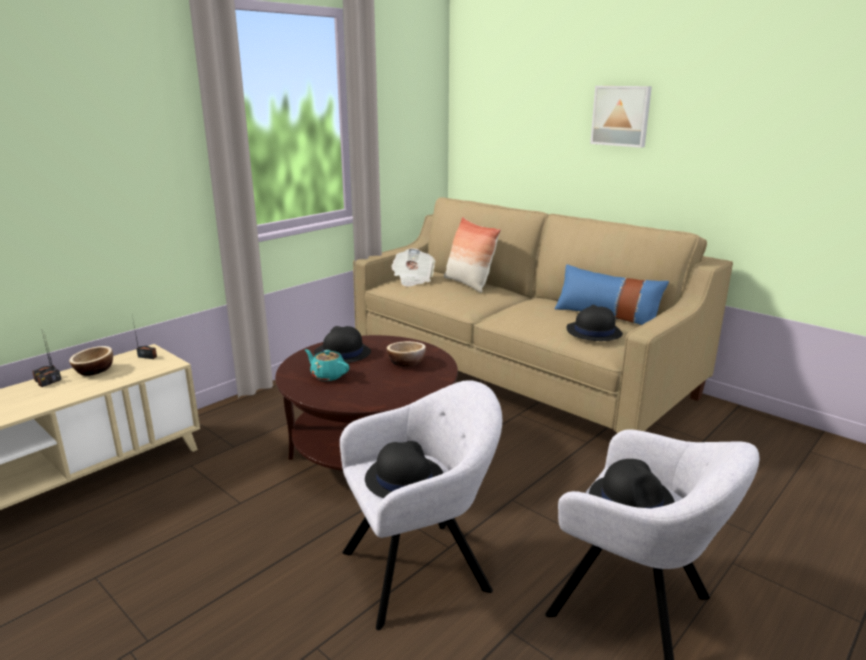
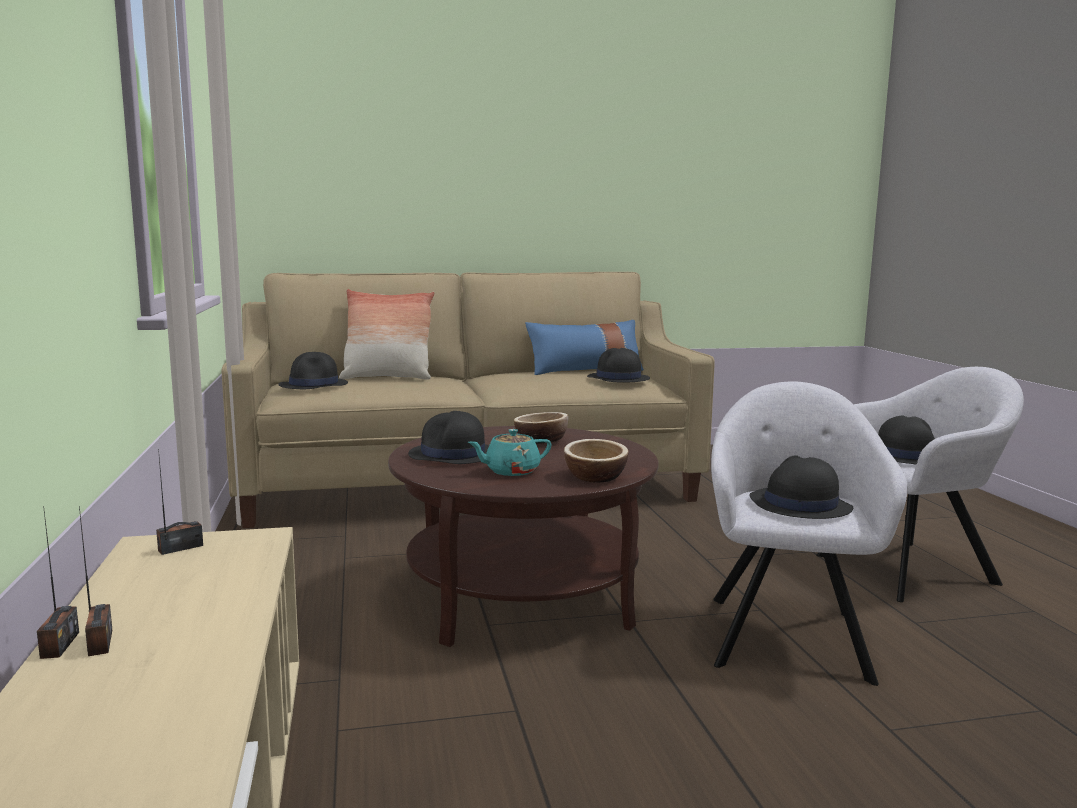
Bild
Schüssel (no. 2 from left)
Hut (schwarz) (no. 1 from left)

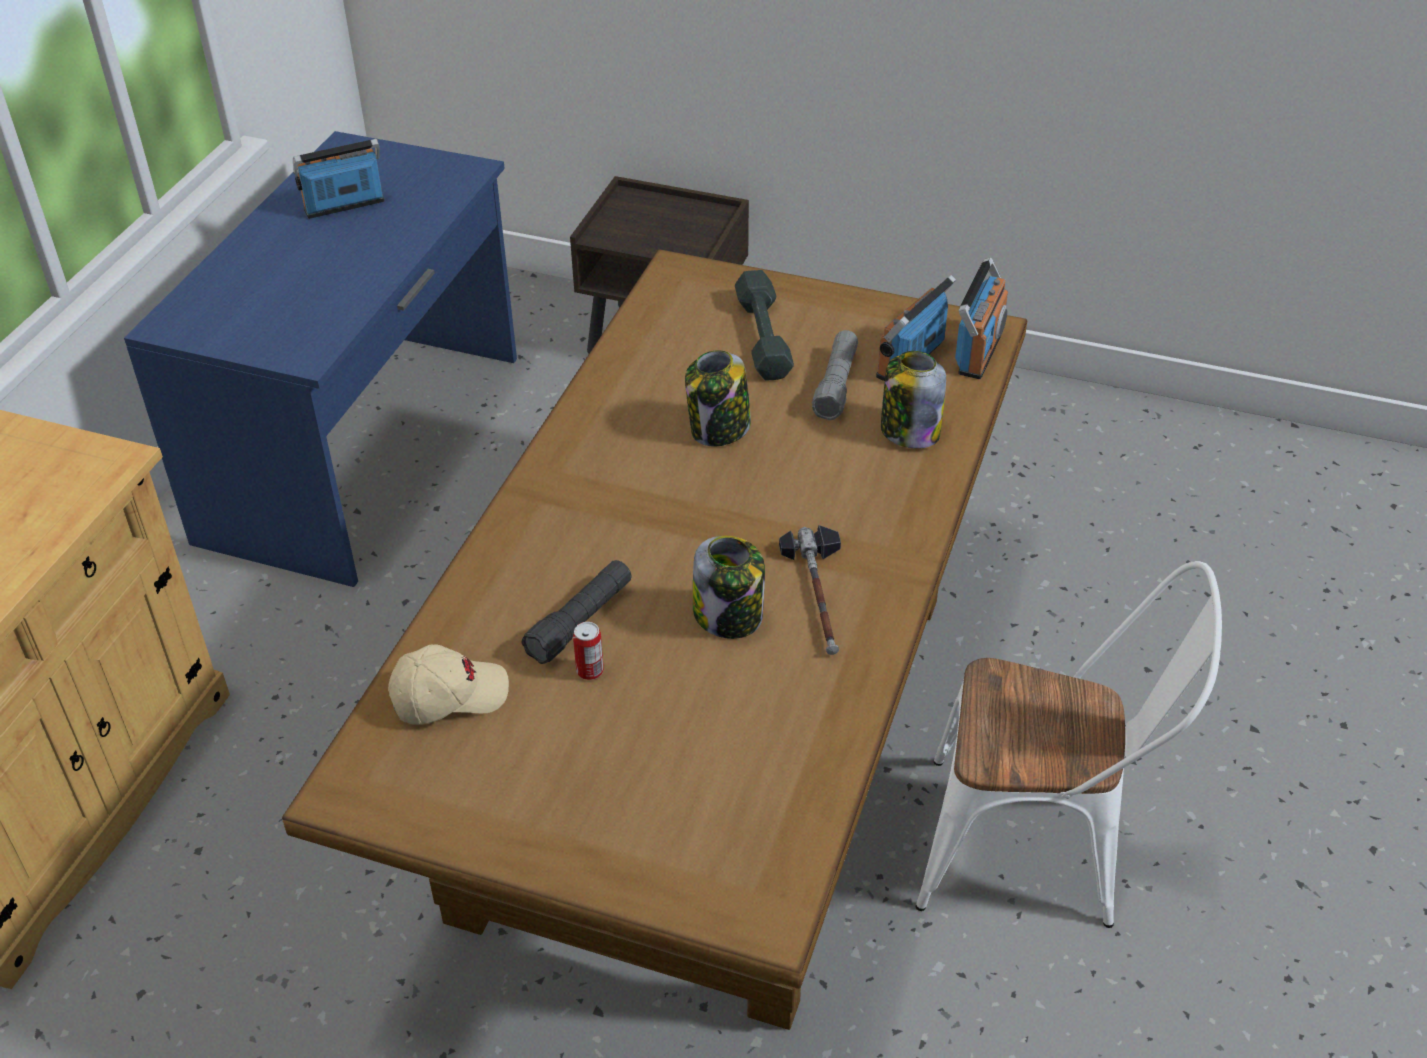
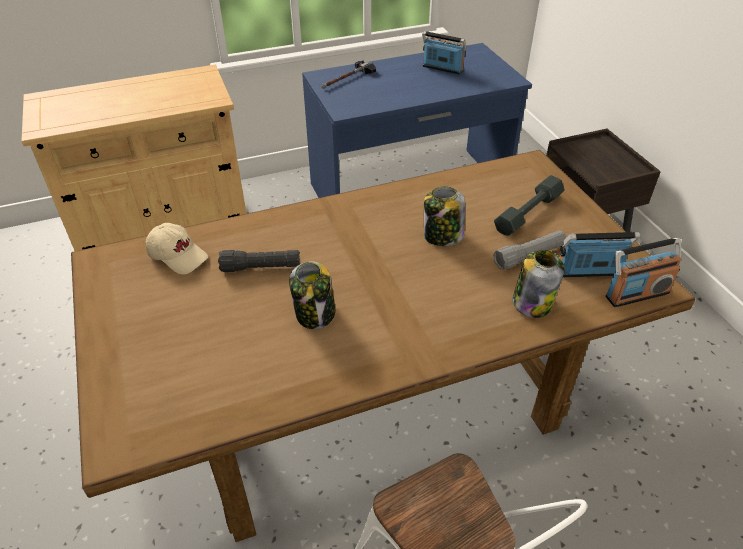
Dose
Hammer

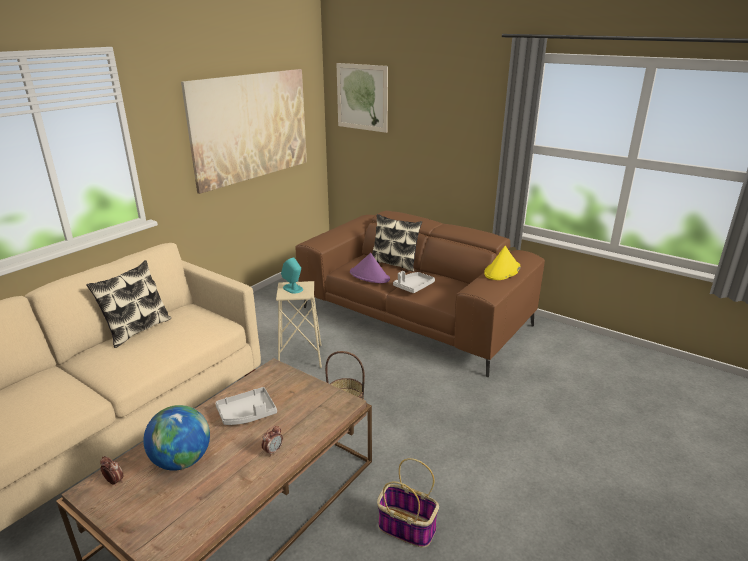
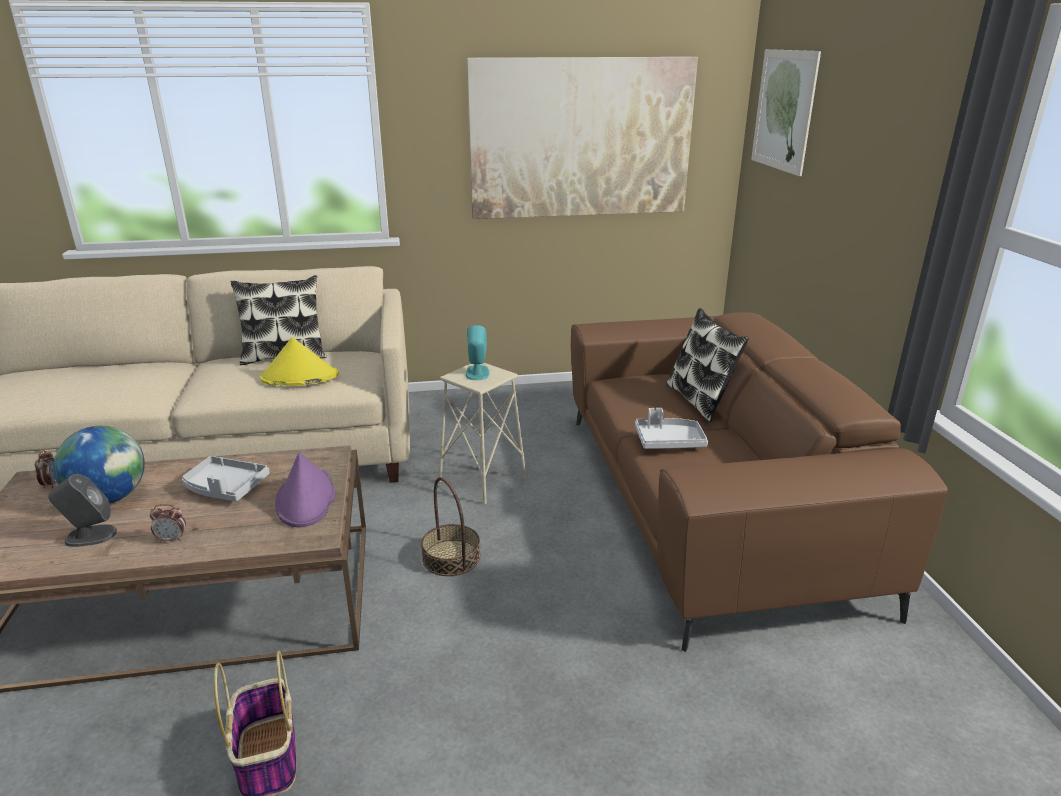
Lautsprecher (grau)
Hut (lila)
Hut (gelb)

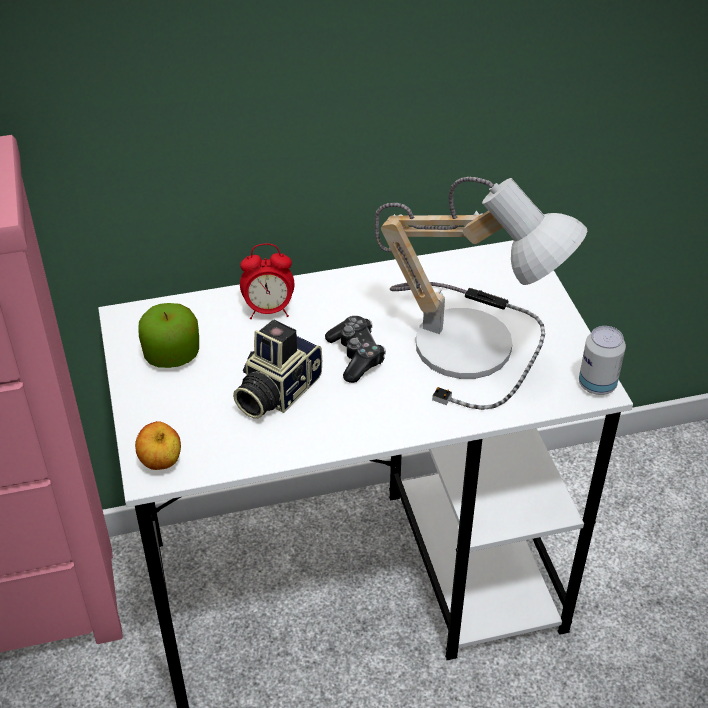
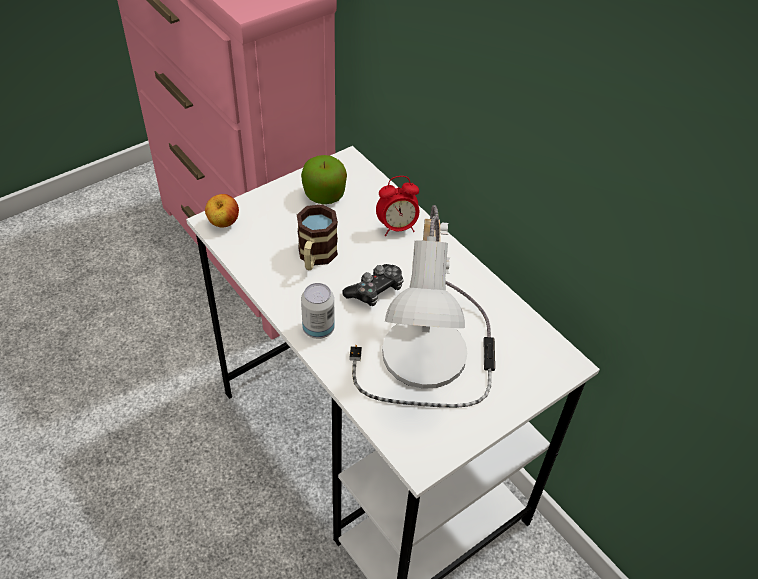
Dose
Henkelbecher
Wecker

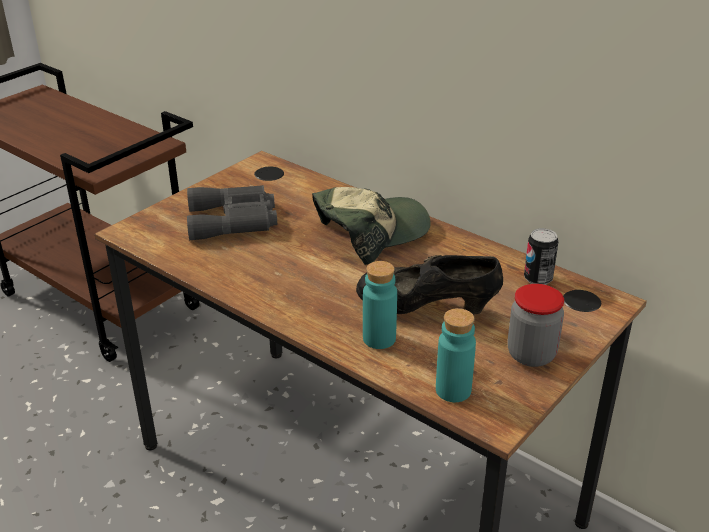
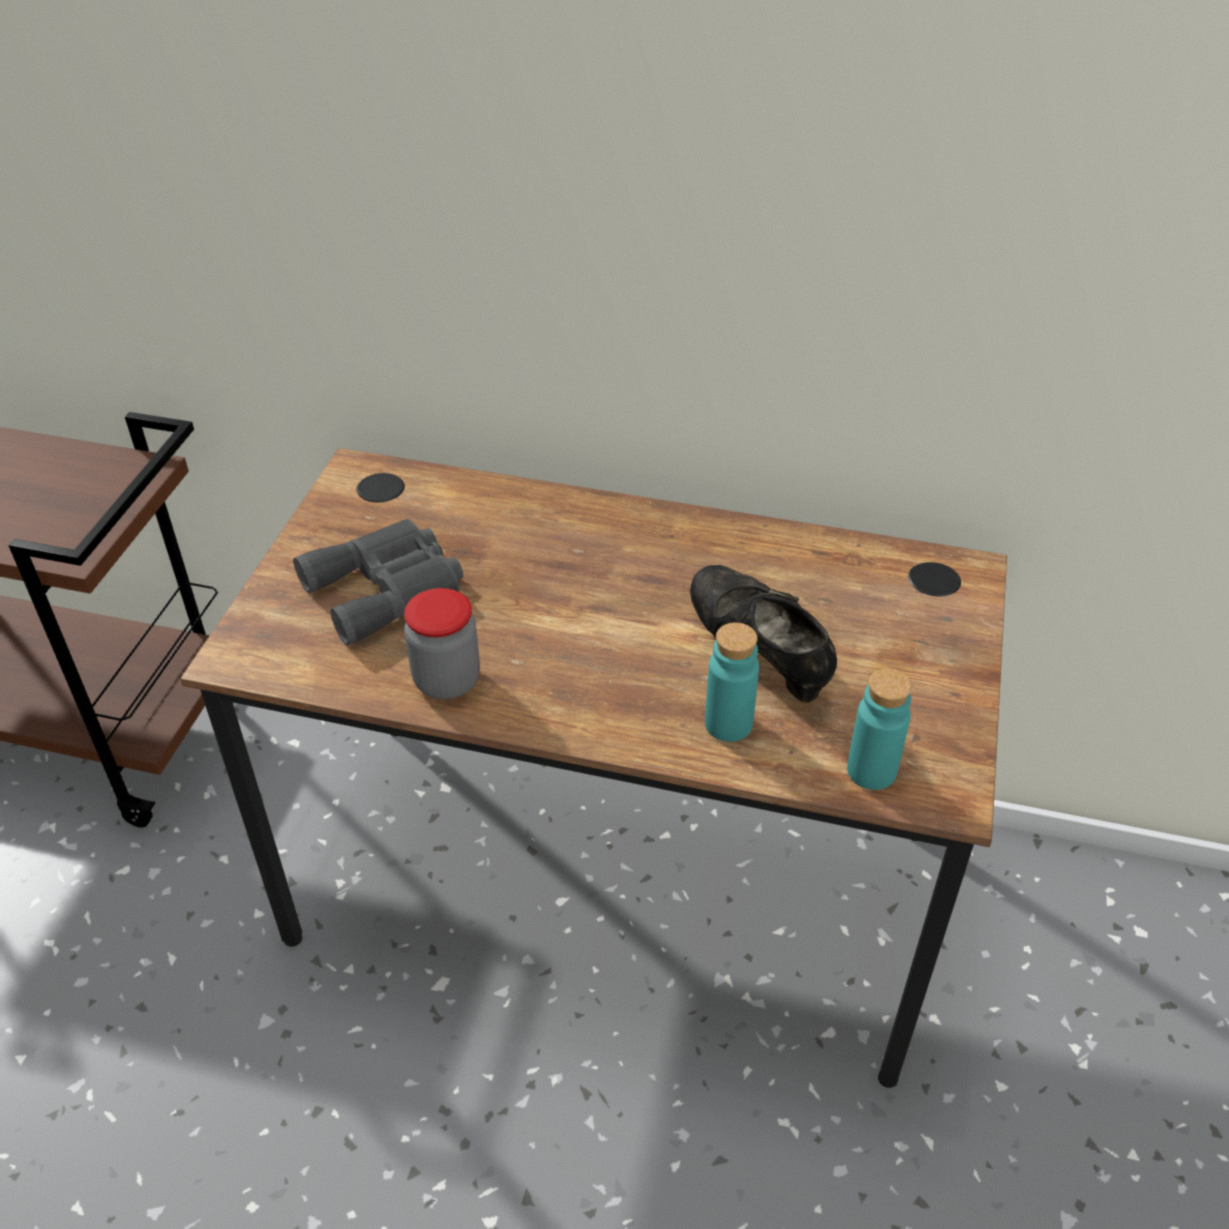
Kappe
Dose
Vorratsglas
Schuh (schwarz)

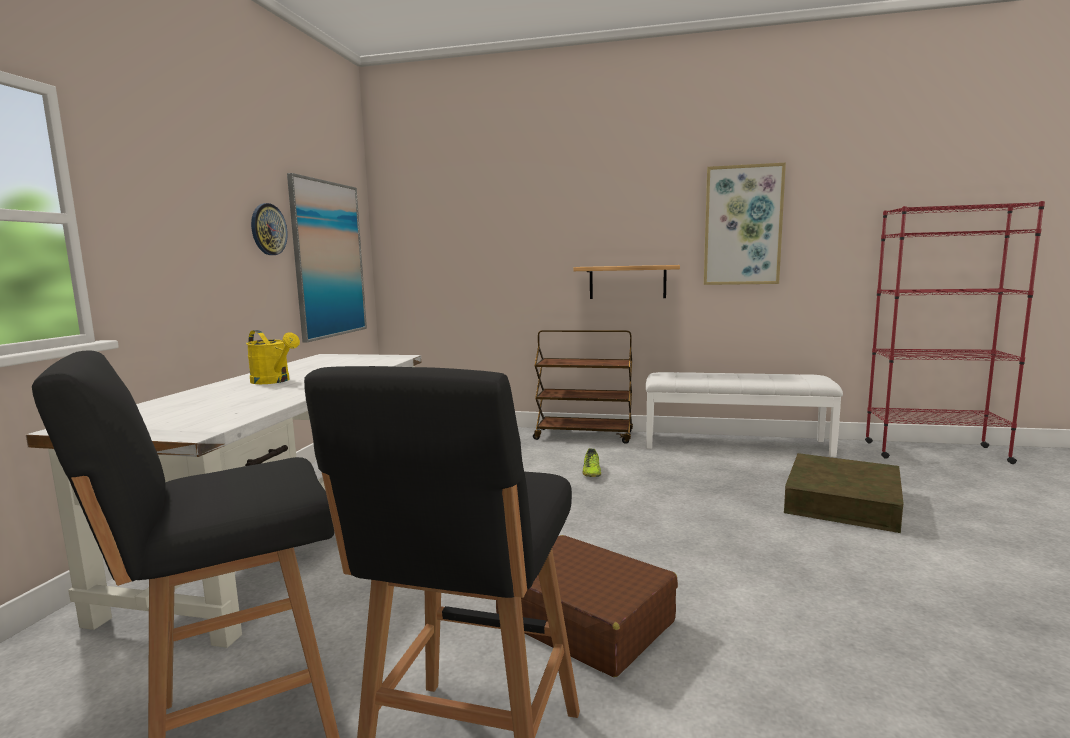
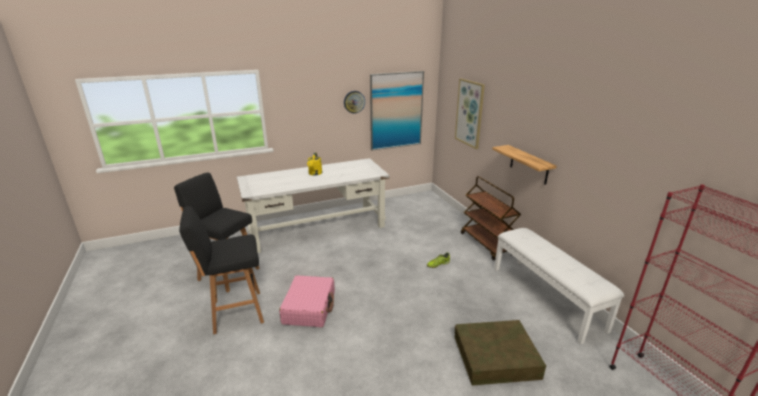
Bild (no. 2 from left)
Koffer (rosa)

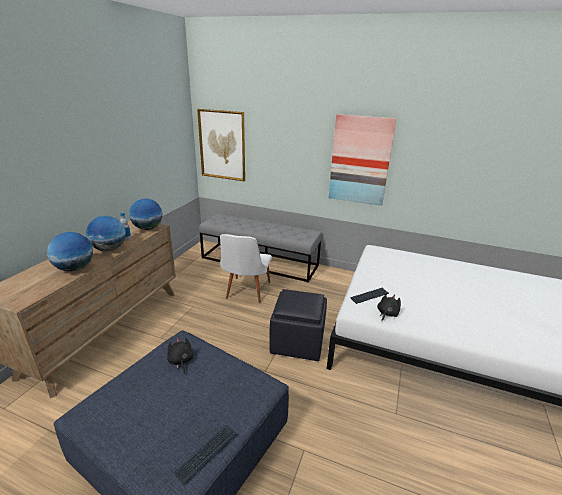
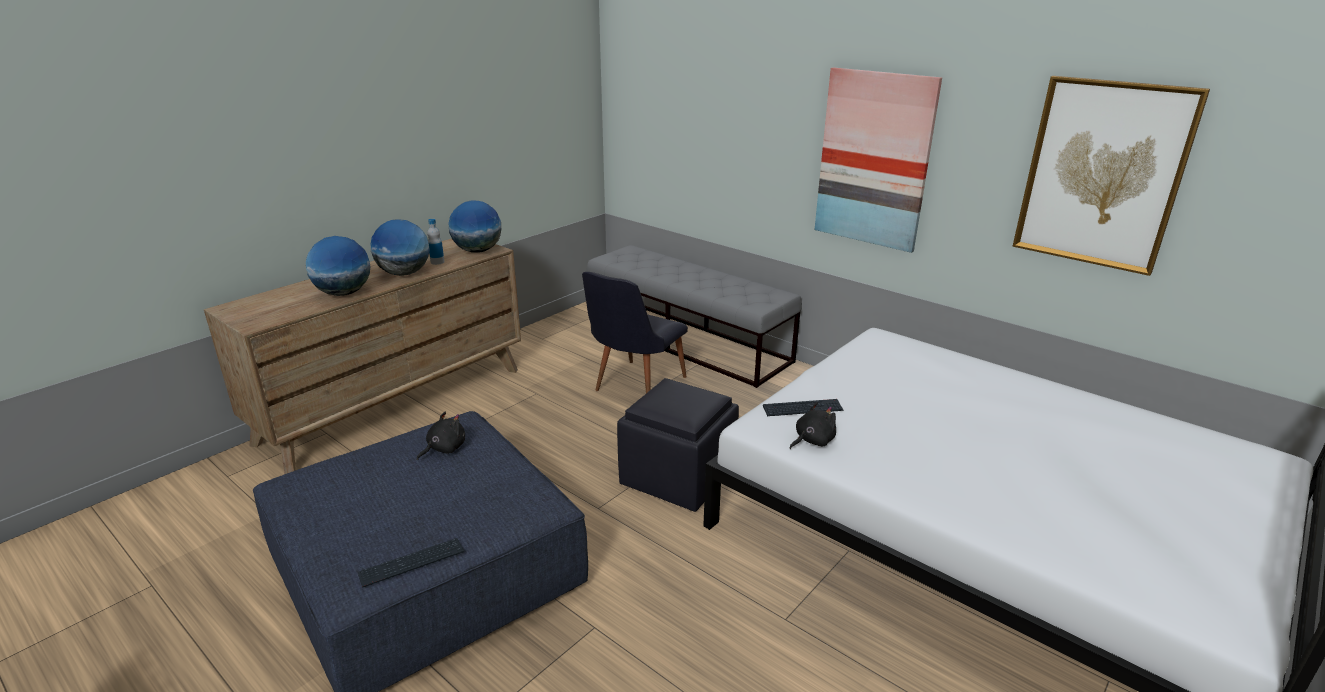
Bild (no. 2 from left)
Stuhl (schwarz)
Plüschtier (schwarz) (no. 1 from left)

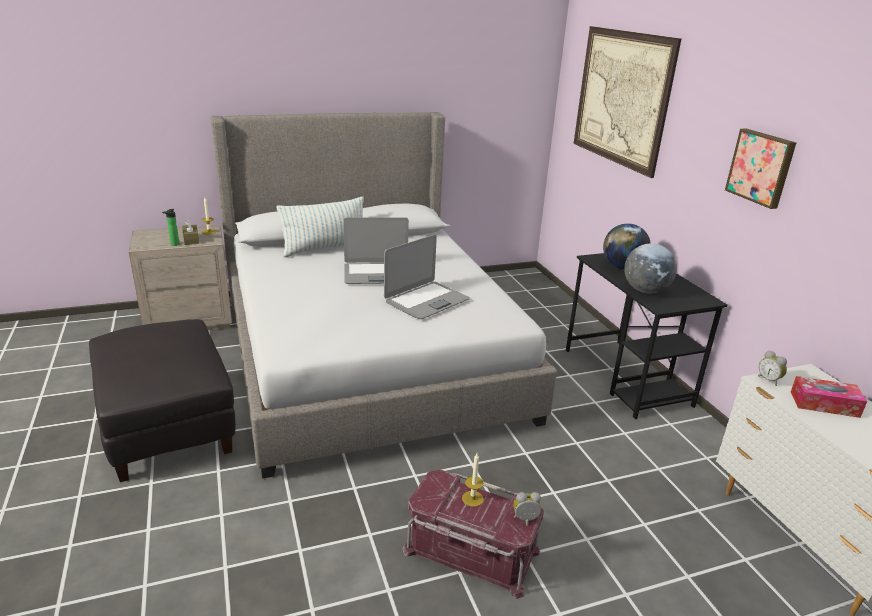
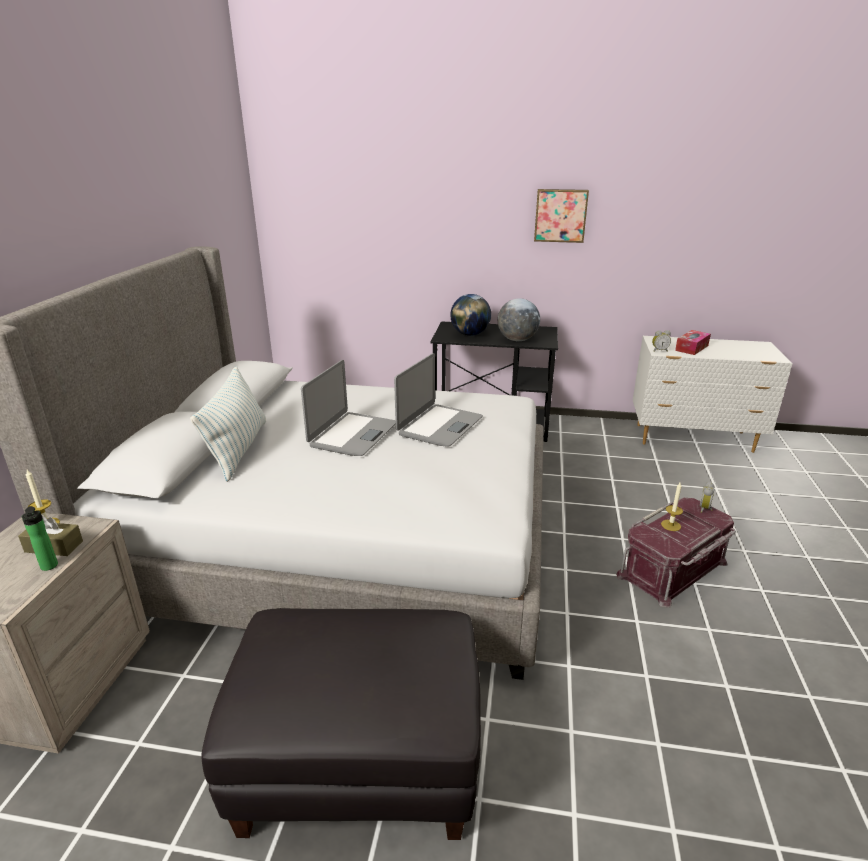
Bild (no. 1 from left in the first image)
Laptop (no. 2 from left)

